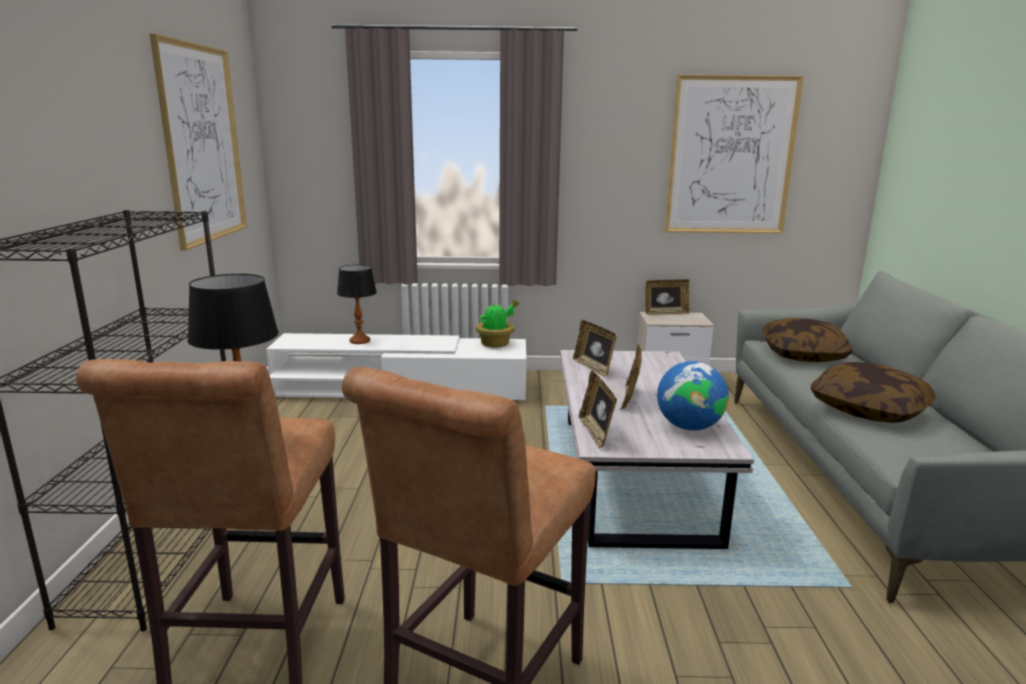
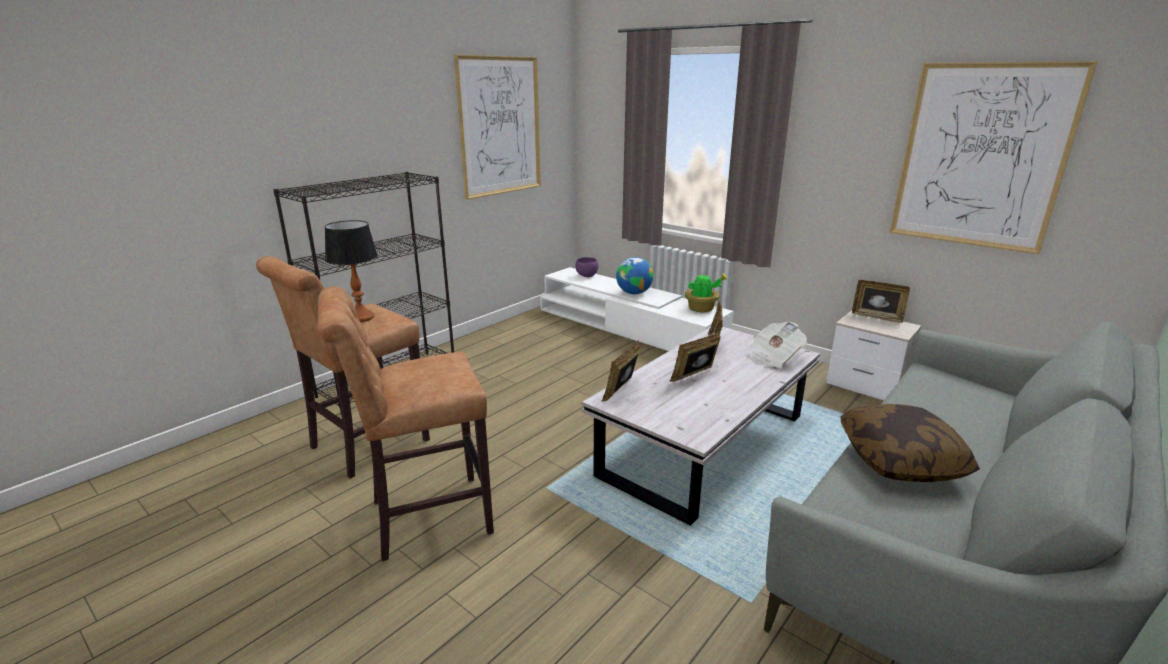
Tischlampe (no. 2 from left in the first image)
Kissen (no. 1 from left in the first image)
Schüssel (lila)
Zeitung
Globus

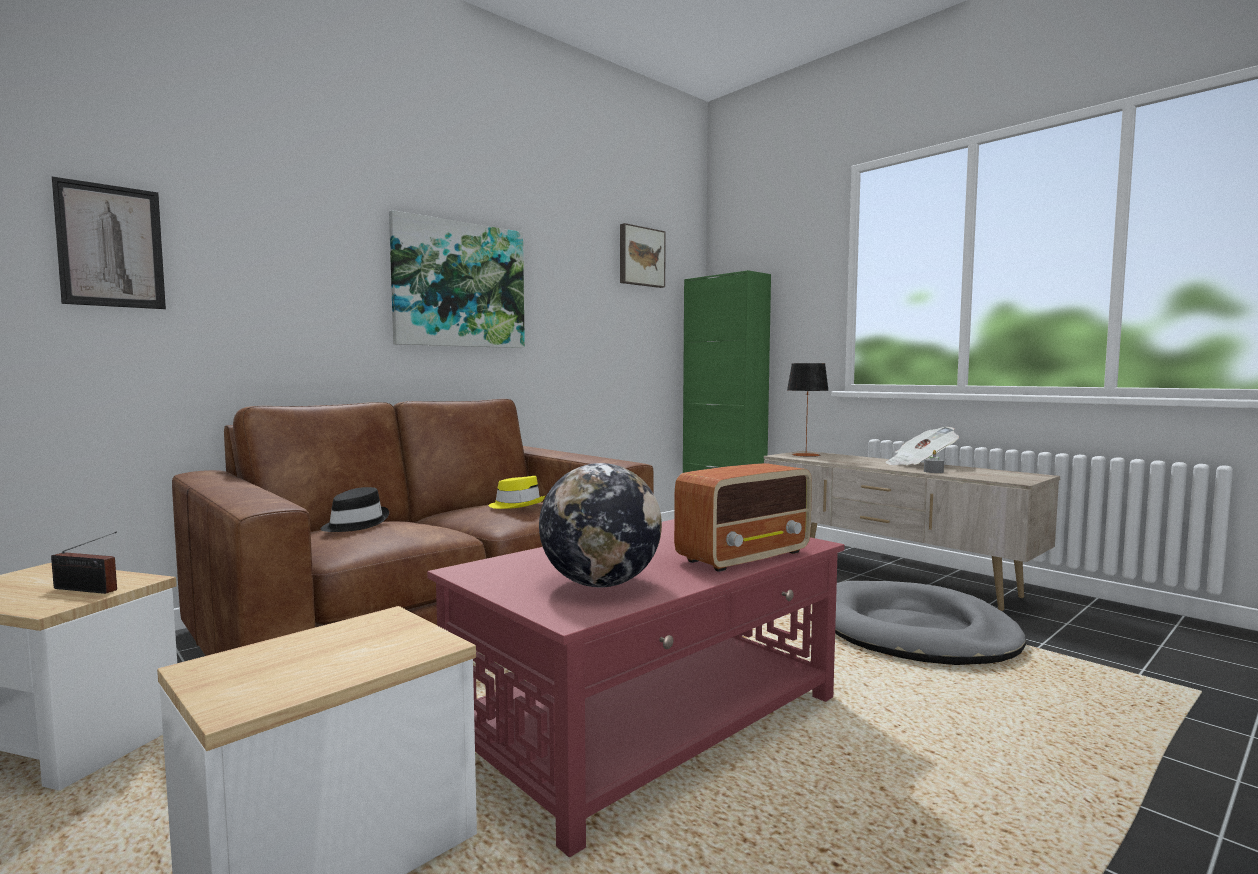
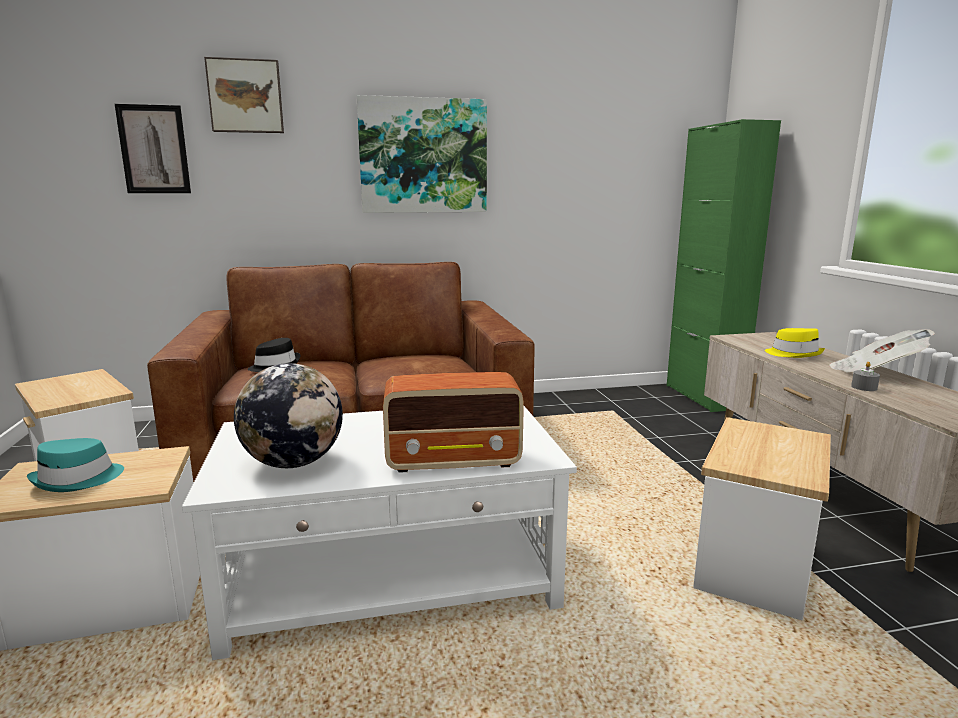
Radio (no. 1 from left in the first image)
Tischlampe
Hut (türkis)
Hut (gelb)
Bild (no. 2 from left)
Beistelltisch (no. 3 from left)
Couchtisch (weiß)

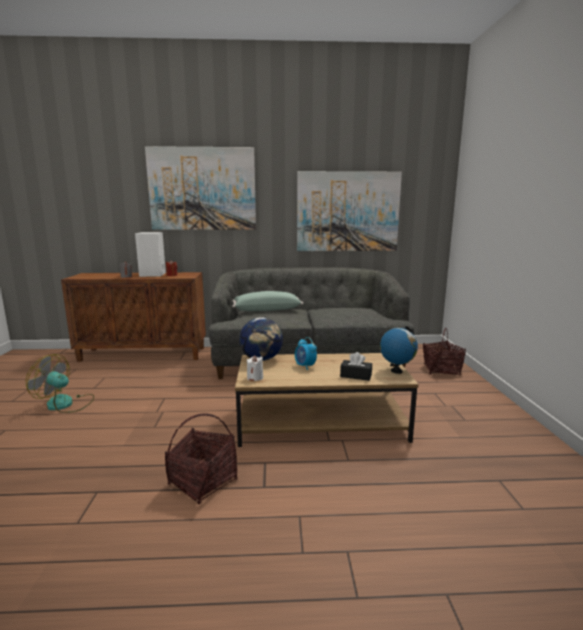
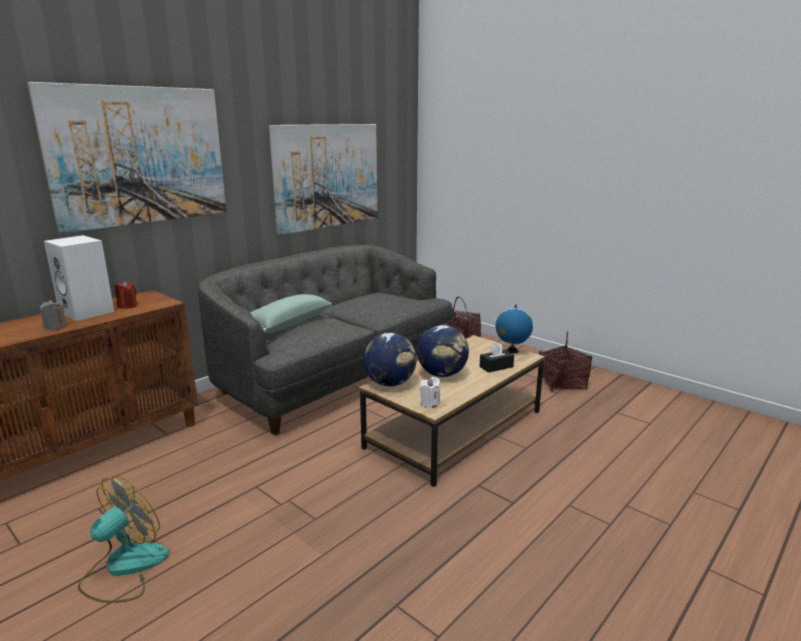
Korb (no. 2 from left)
Globus (no. 2 from left)
Ventilator

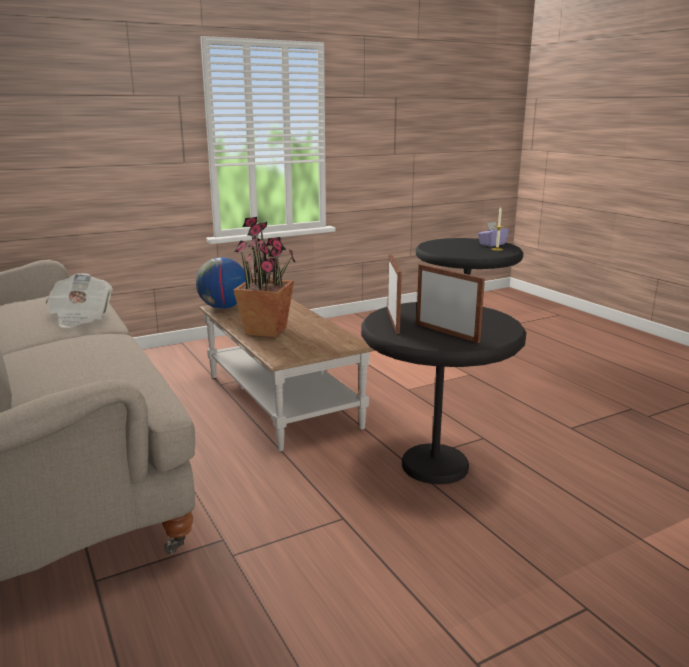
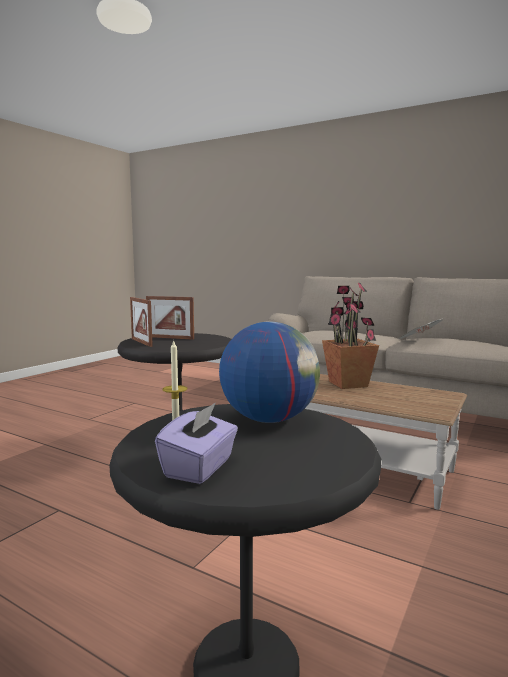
Globus
Bilderrahmen (no. 1 from left)

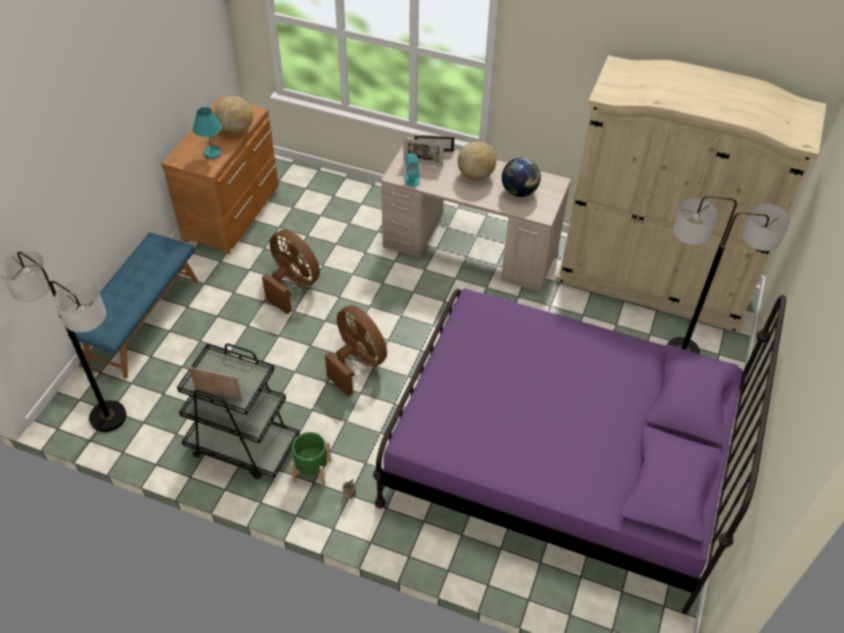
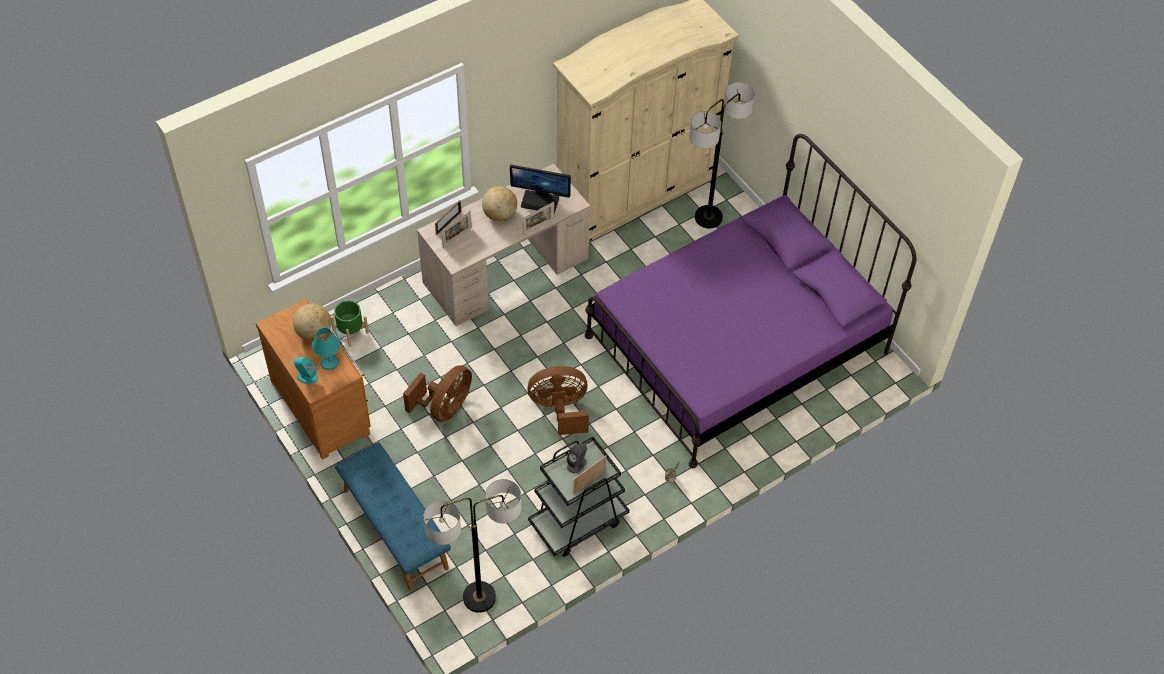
Bilderrahmen (no. 3 from left)
Lautsprecher (grau)
Pflanzkübel (grün)
Lautsprecher (türkis)
Monitor
Ventilator (braun) (no. 1 from left)

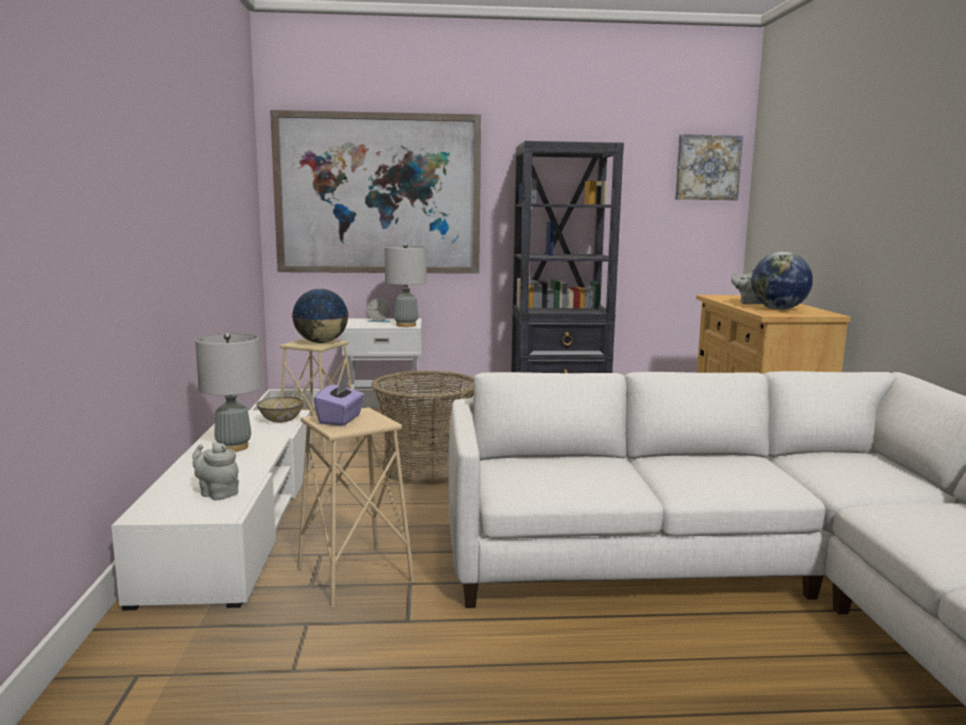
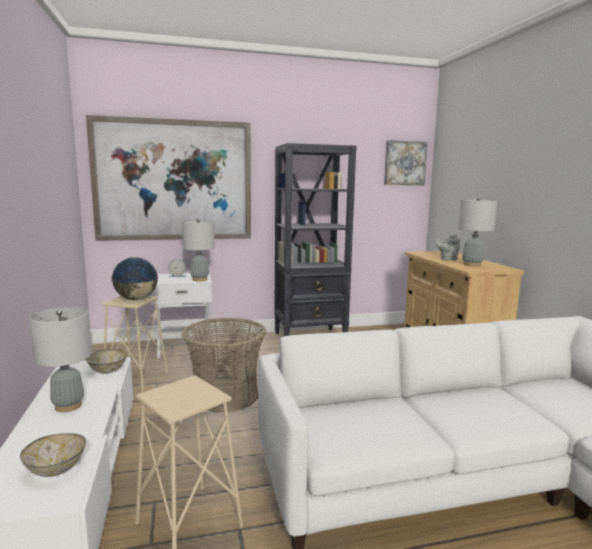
Taschentuchbox (lila)
Schüssel (no. 1 from left)
Tischlampe (grau) (no. 3 from left)

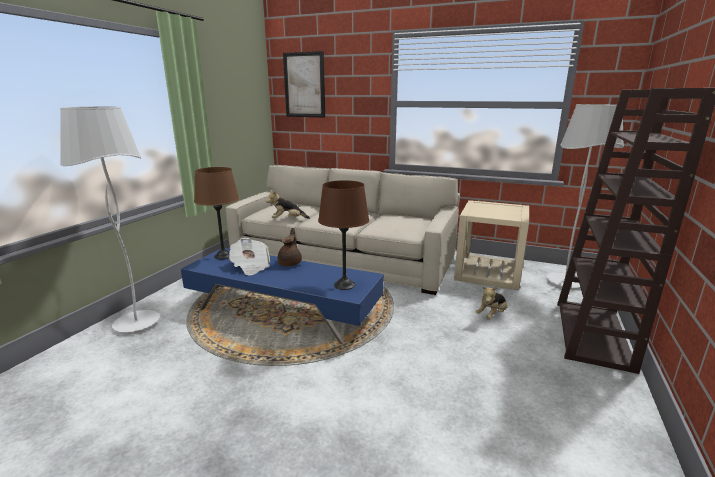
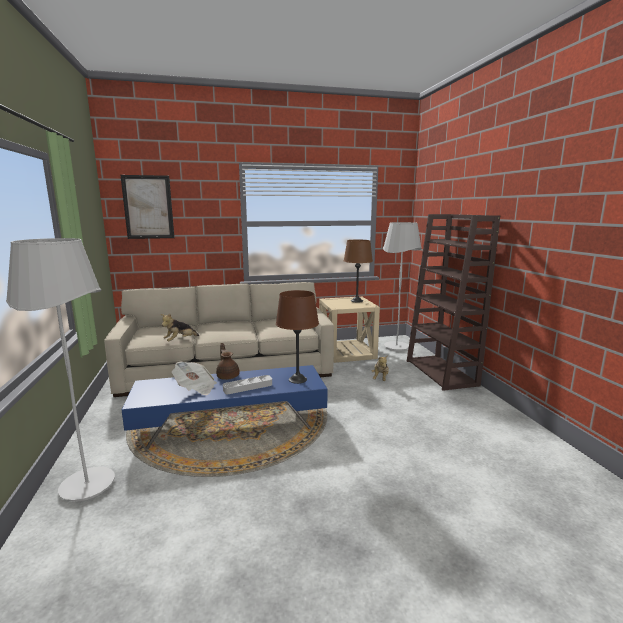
Tablett (grau)
Tischlampe (braun) (no. 2 from left)

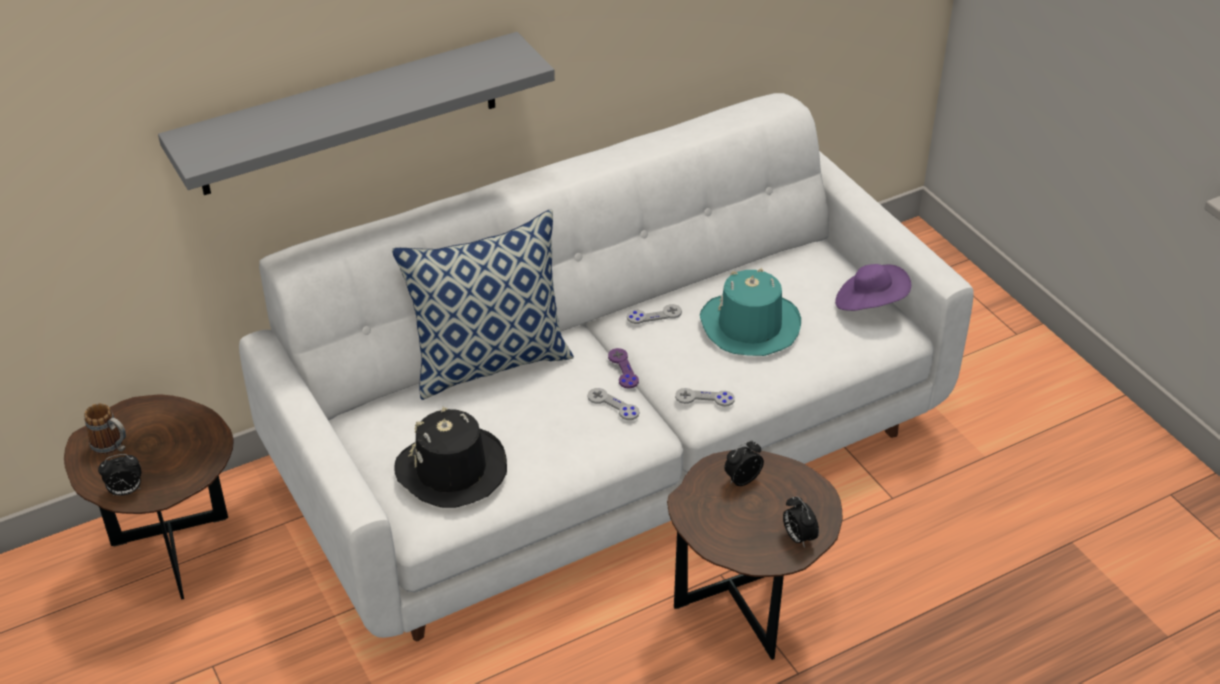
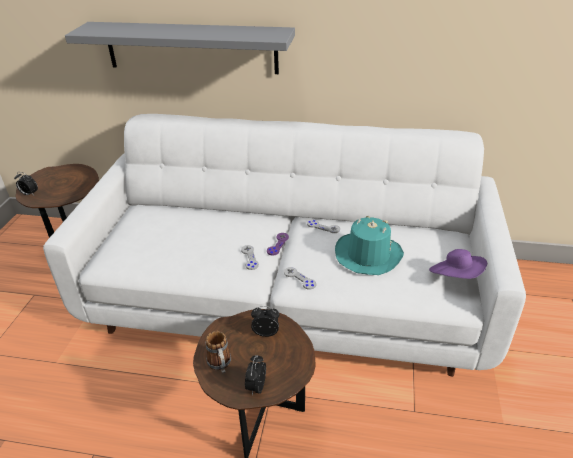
Kissen
Hut (schwarz)
Henkelbecher

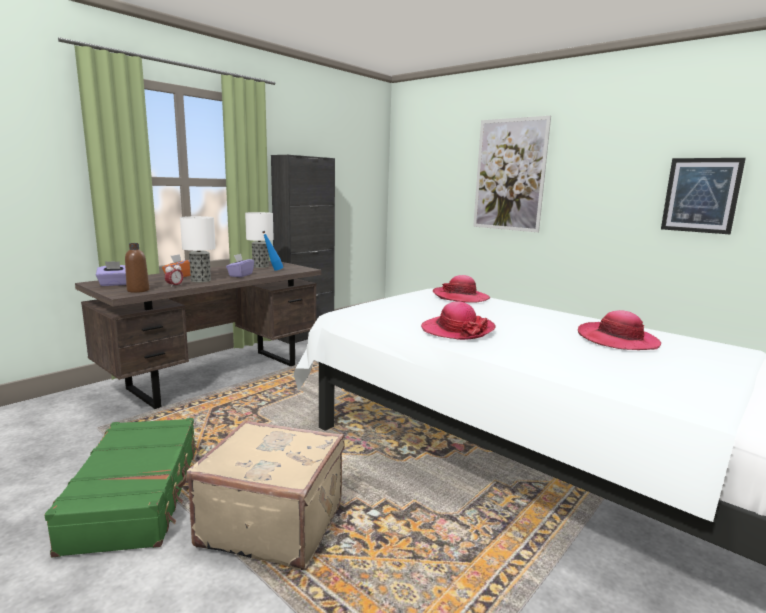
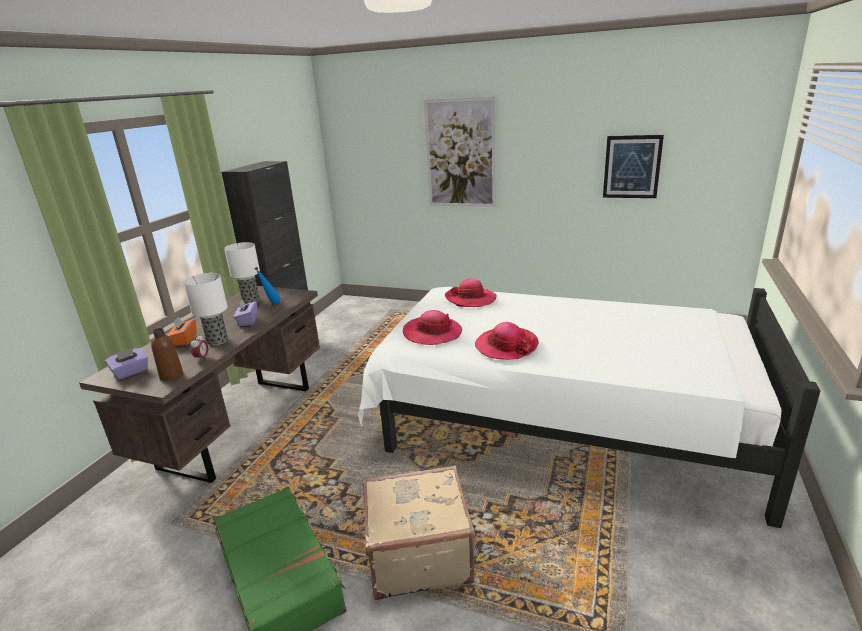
Hut (no. 1 from left)

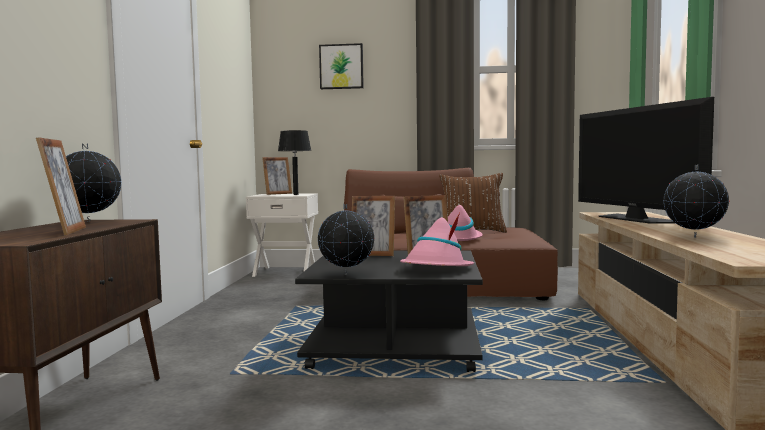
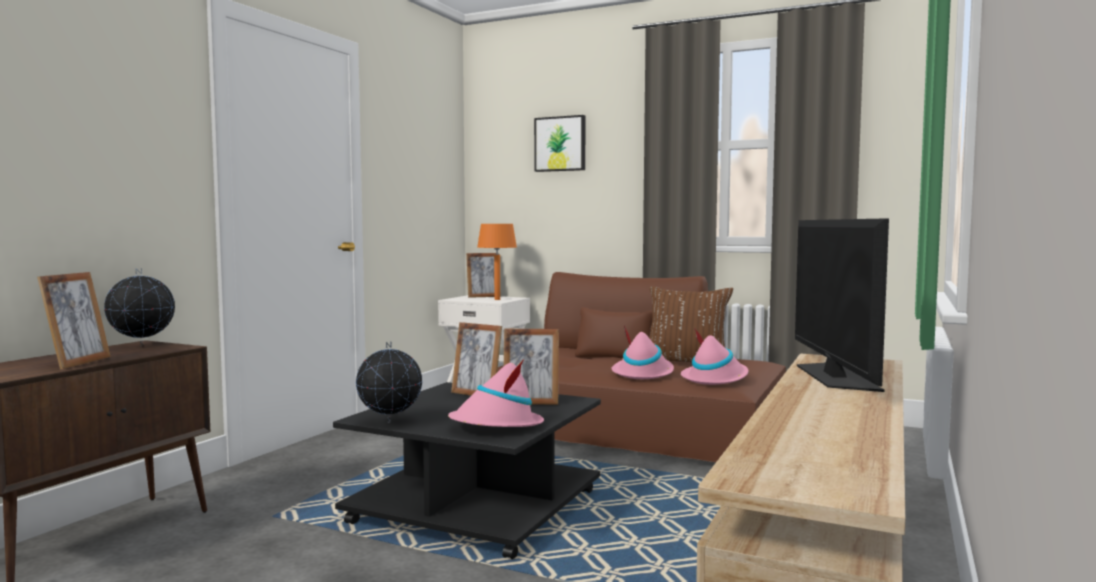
Globus (no. 3 from left in the first image)
Hut (rosa) (no. 3 from left)
Tischlampe (orange)

